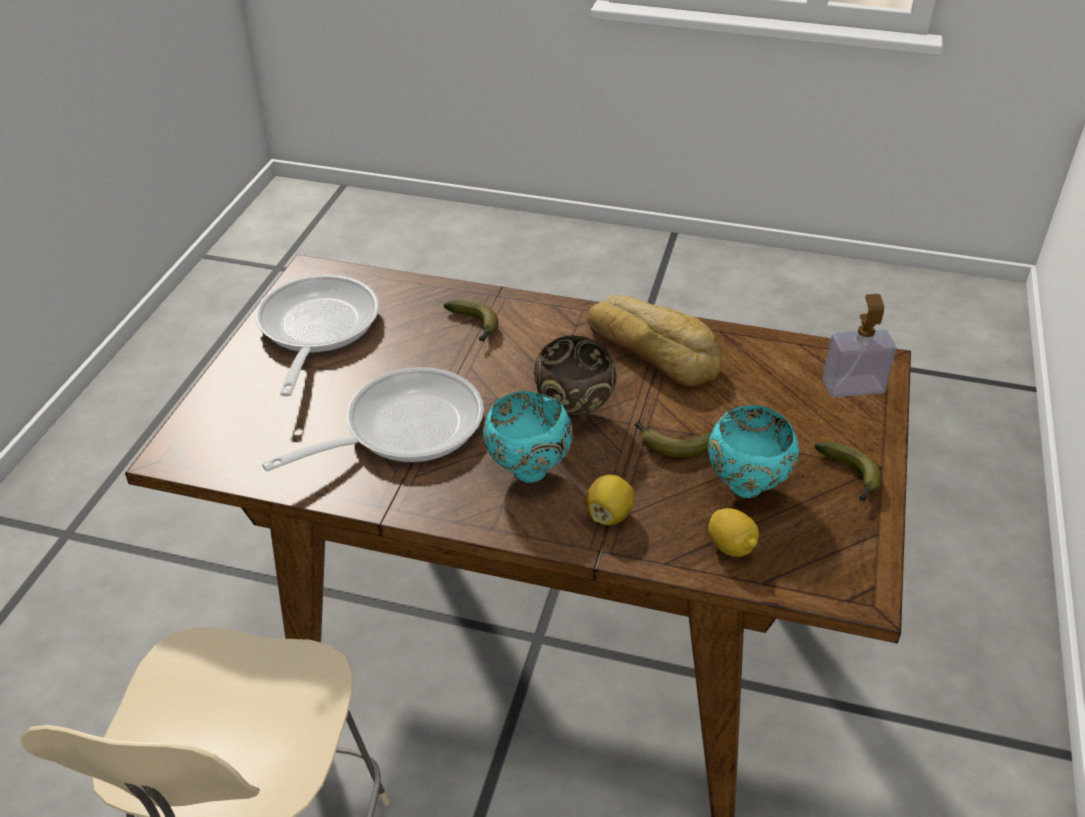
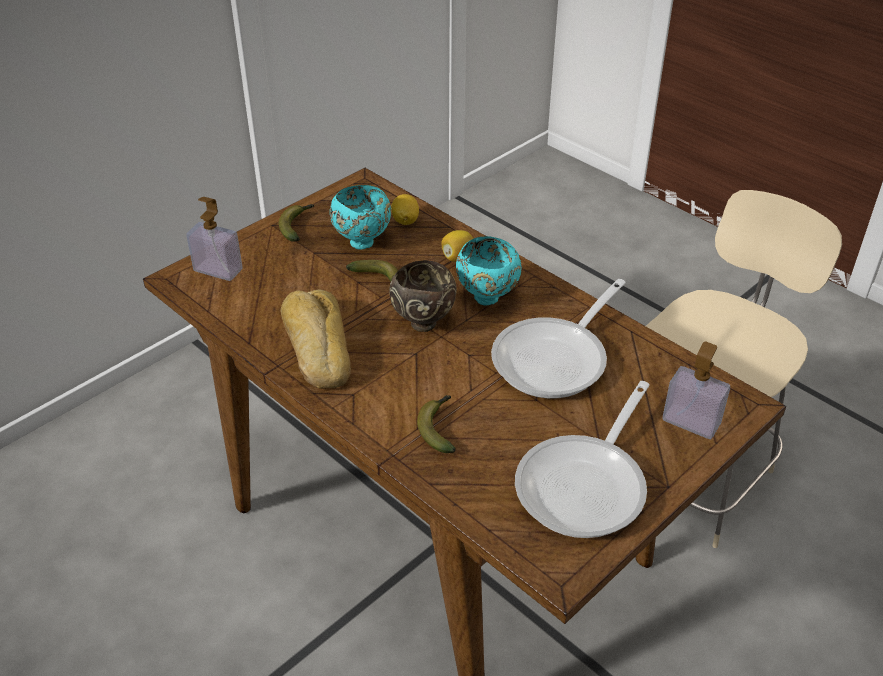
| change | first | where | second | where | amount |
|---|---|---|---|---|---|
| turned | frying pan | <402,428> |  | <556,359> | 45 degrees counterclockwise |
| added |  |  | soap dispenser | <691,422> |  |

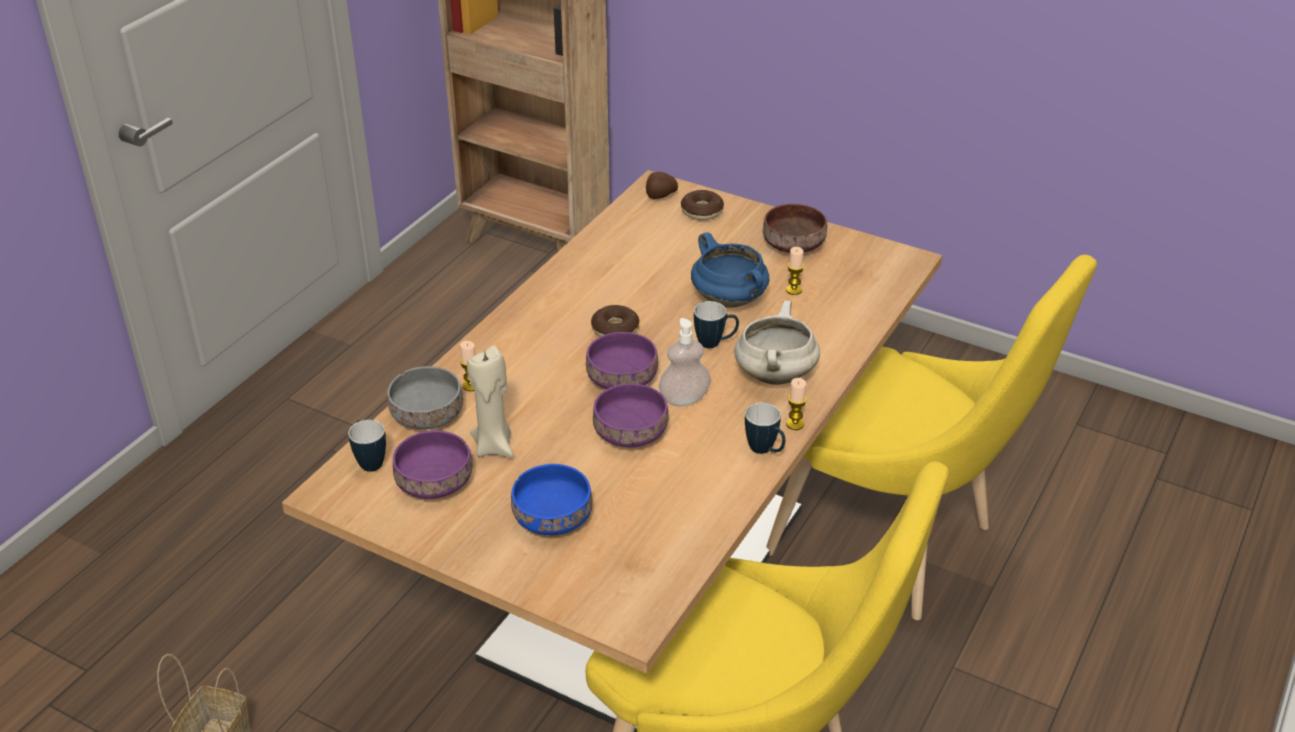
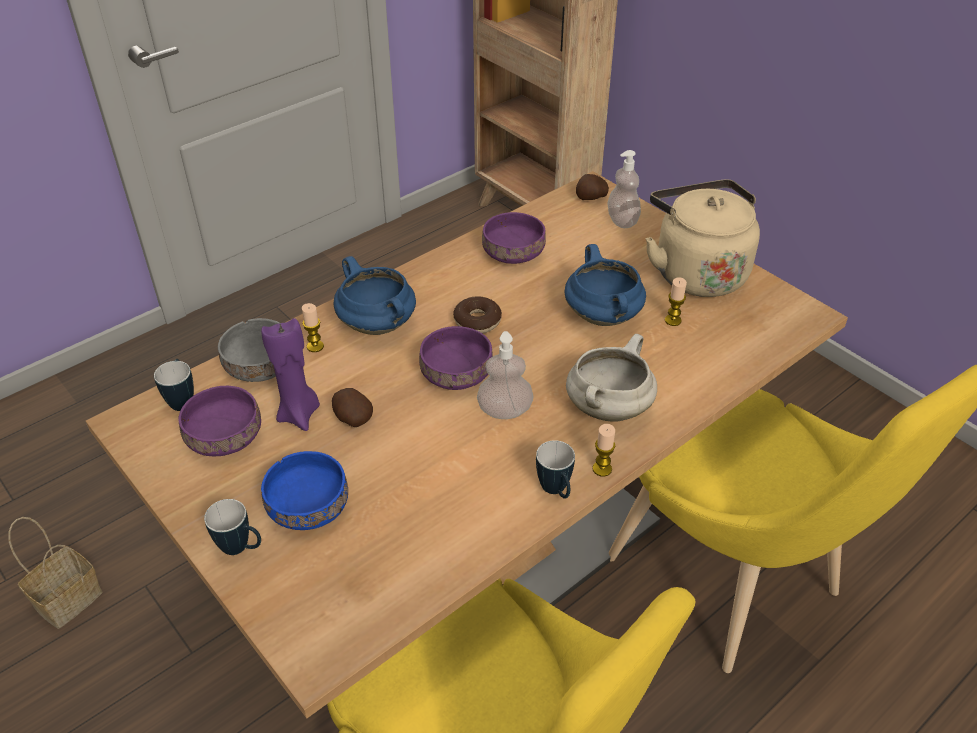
| change | first | where | second | where | amount |
|---|---|---|---|---|---|
| moved | mug | <715,343> |  | <241,548> |  |
| recoloured | candle/beige | <494,446> | candle/purple | <299,414> |  |
| added |  |  | potato | <352,418> |  |
| added |  |  | cooking pot/blue | <379,325> |  |
| moved | bowl/purple | <629,431> |  | <513,252> |  |
| replaced | donut | <702,211> | soap dispenser | <622,221> |  |
| replaced | bowl/brown | <793,243> | kettle/beige | <696,272> |  |

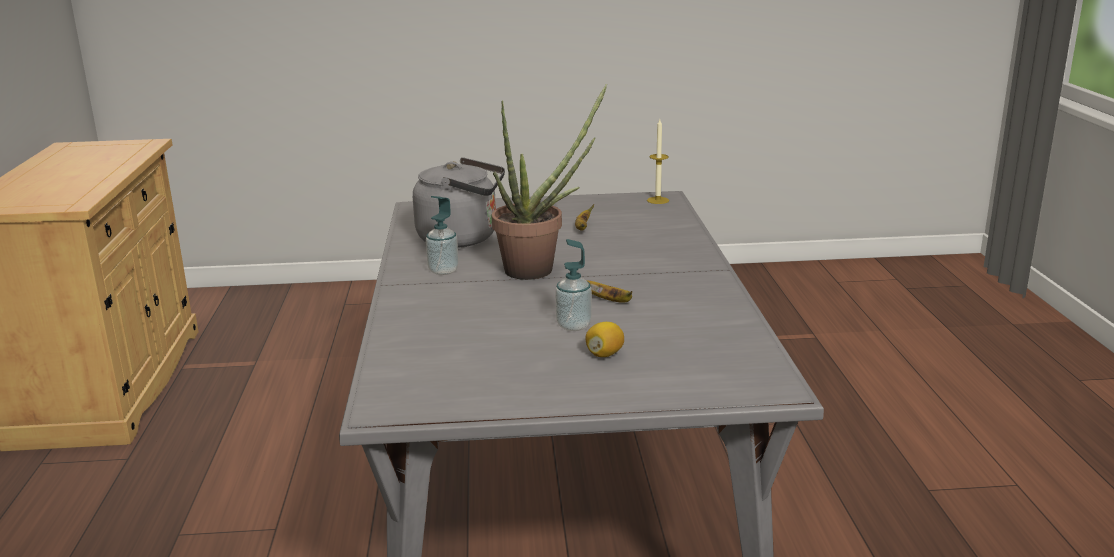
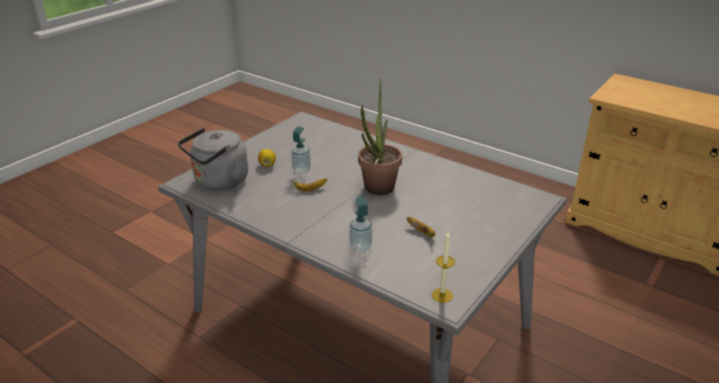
| change | first | where | second | where | amount |
|---|---|---|---|---|---|
| moved | kettle/grey | <463,238> |  | <218,182> |  |
| moved | soap dispenser | <443,271> |  | <360,247> |  |

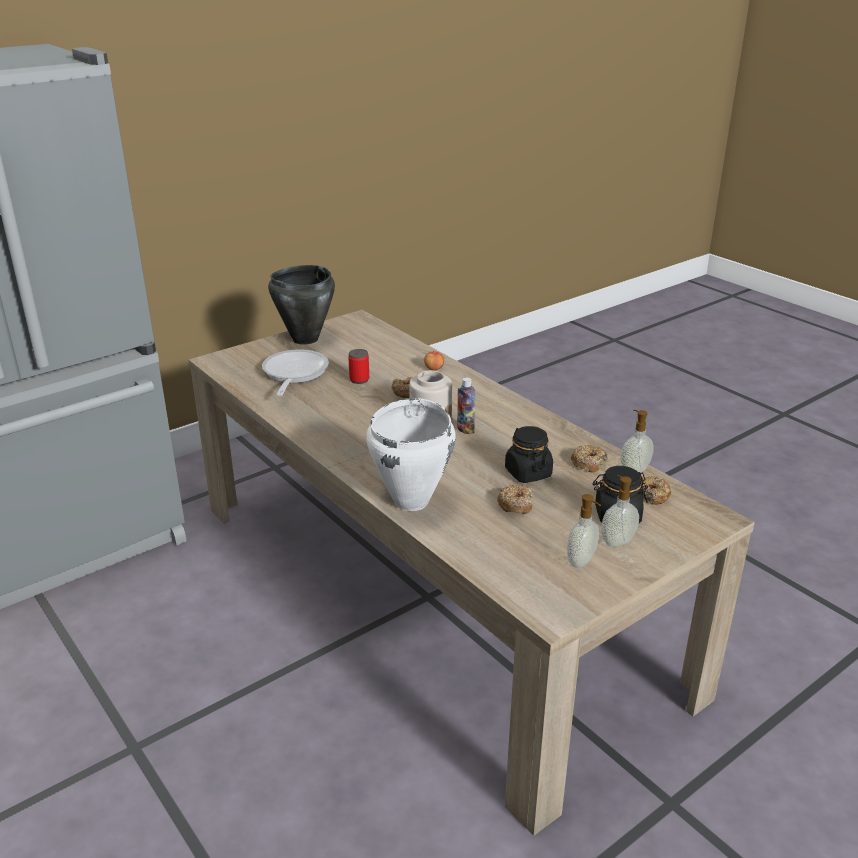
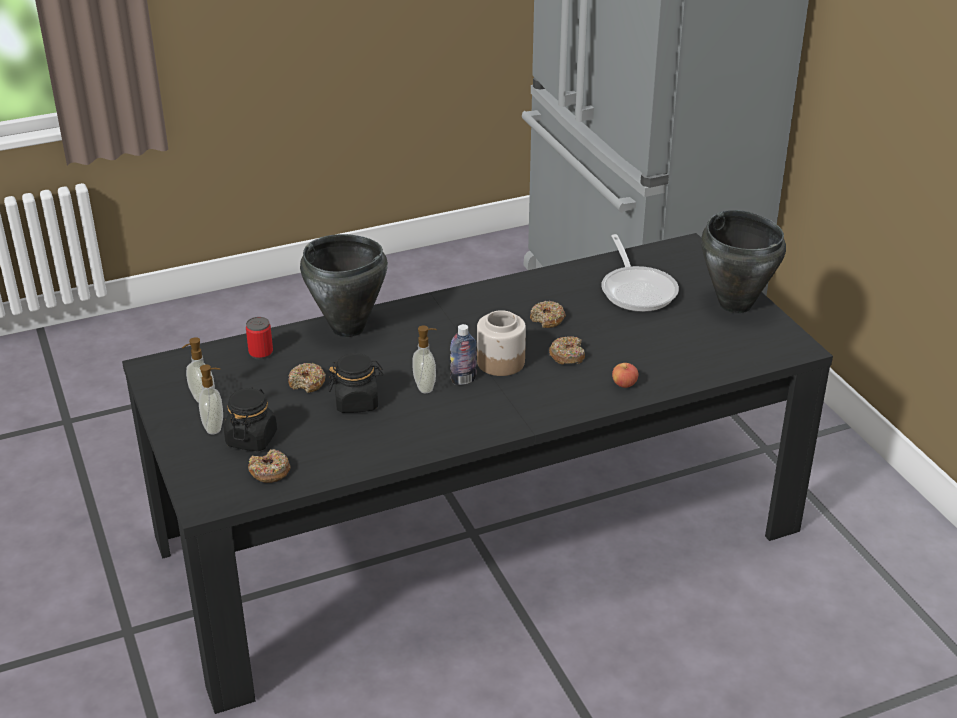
| change | first | where | second | where | amount |
|---|---|---|---|---|---|
| recoloured | dining table/beige | <429,593> | dining table/black | <478,534> |  |
| moved | can | <359,379> |  | <261,353> |  |
| recoloured | cooking pot/white | <412,501> | cooking pot/black | <348,328> |  |
| moved | soap dispenser | <634,470> |  | <425,386> |  |
| moved | donut | <588,463> |  | <547,319> |  |
| turned | frying pan | <294,374> |  | <637,290> | 60 degrees clockwise |

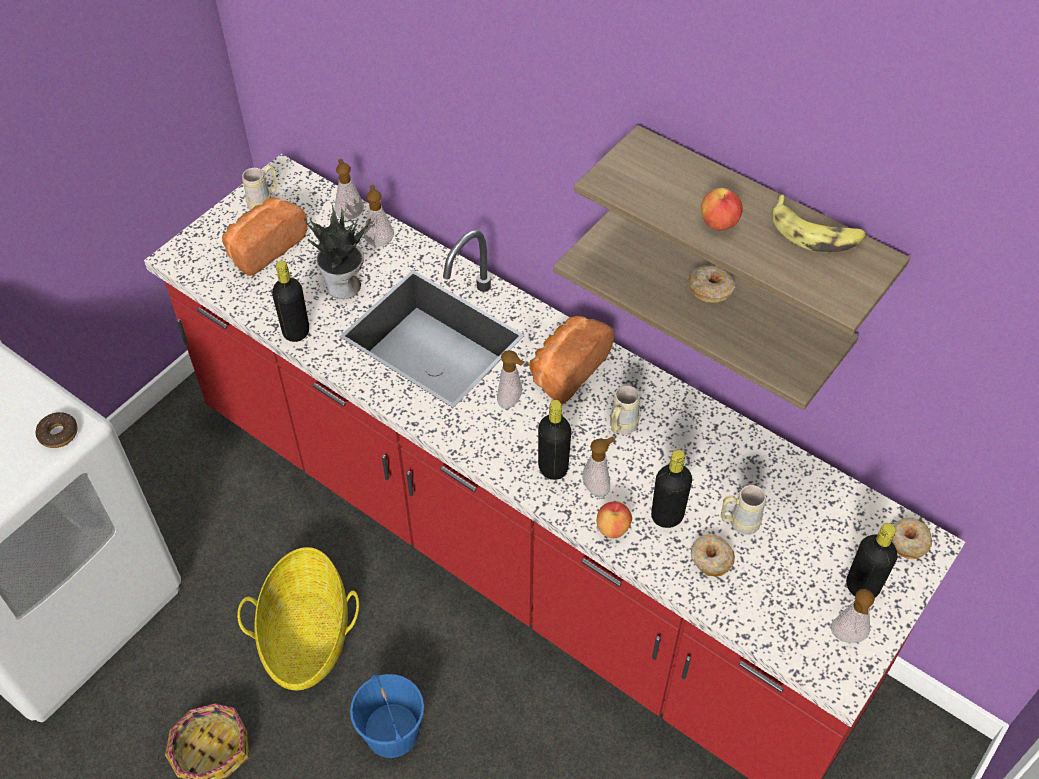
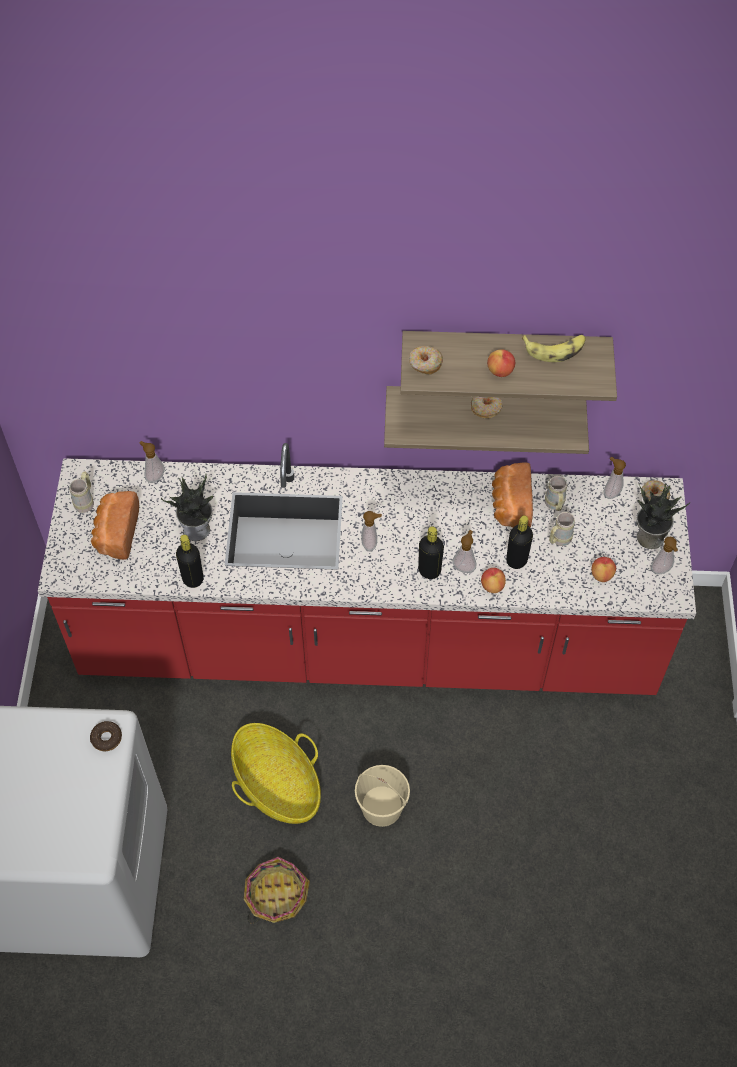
| change | first | where | second | where | amount |
|---|---|---|---|---|---|
| recoloured | bucket/blue | <391,731> | bucket/beige | <381,807> |  |
| moved | donut | <710,559> |  | <425,364> |  |
| moved | bread | <566,369> |  | <510,505> |  |
| moved | mug/beige | <621,427> |  | <555,505> |  |
| added |  |  | apple | <601,575> |  |
| moved | soap dispenser | <379,240> |  | <610,492> |  |
| replaced | bottle/black | <862,587> | potted plant | <648,537> |  |

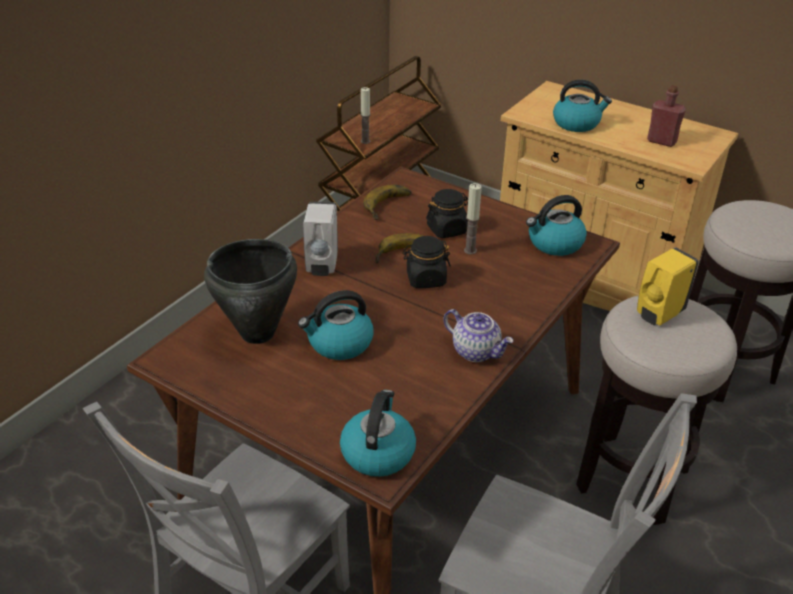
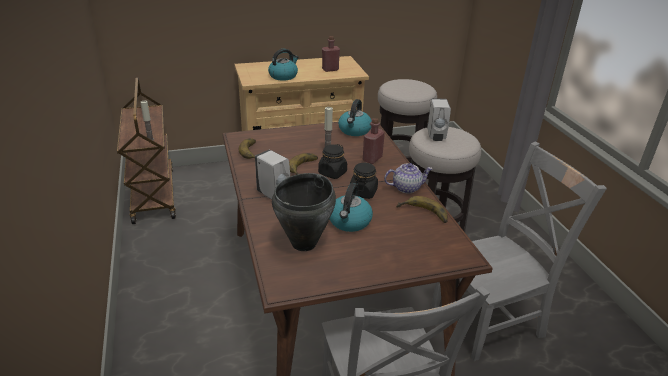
| change | first | where | second | where | amount |
|---|---|---|---|---|---|
| moved | jar/black | <447,229> |  | <363,192> |  |
| added |  |  | bottle/red | <372,159> |  |
| added |  |  | banana | <422,214> |  |
| recoloured | soap dispenser/yellow | <658,315> | soap dispenser/white | <436,136> |  |
| removed | kettle | <377,452> |  |  |  |

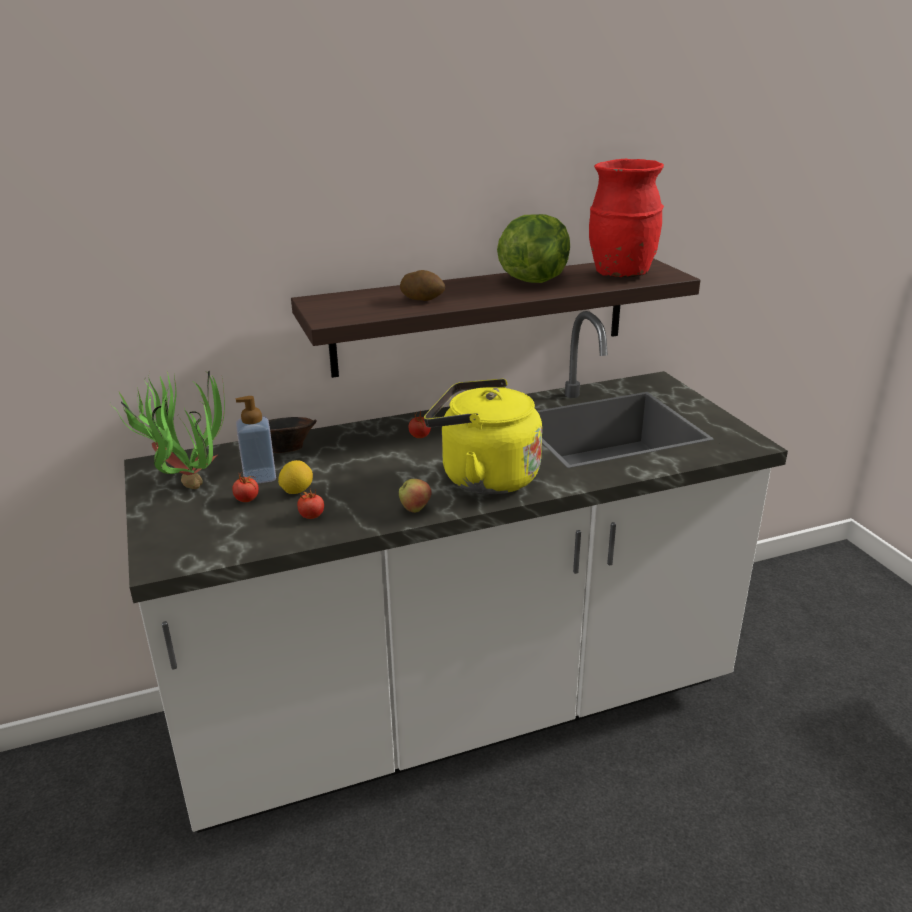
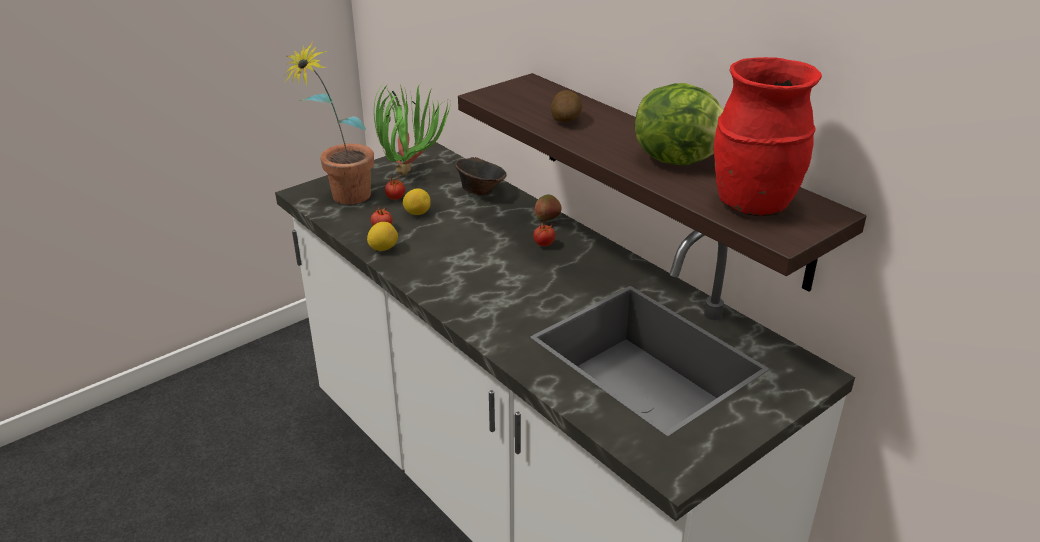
| change | first | where | second | where | amount |
|---|---|---|---|---|---|
| added |  |  | potted plant | <342,200> |  |
| added |  |  | lemon | <383,248> |  |
| moved | apple | <415,509> |  | <547,220> |  |
| removed | soap dispenser | <259,476> |  |  |  |
| removed | kettle/yellow | <483,477> |  |  |  |

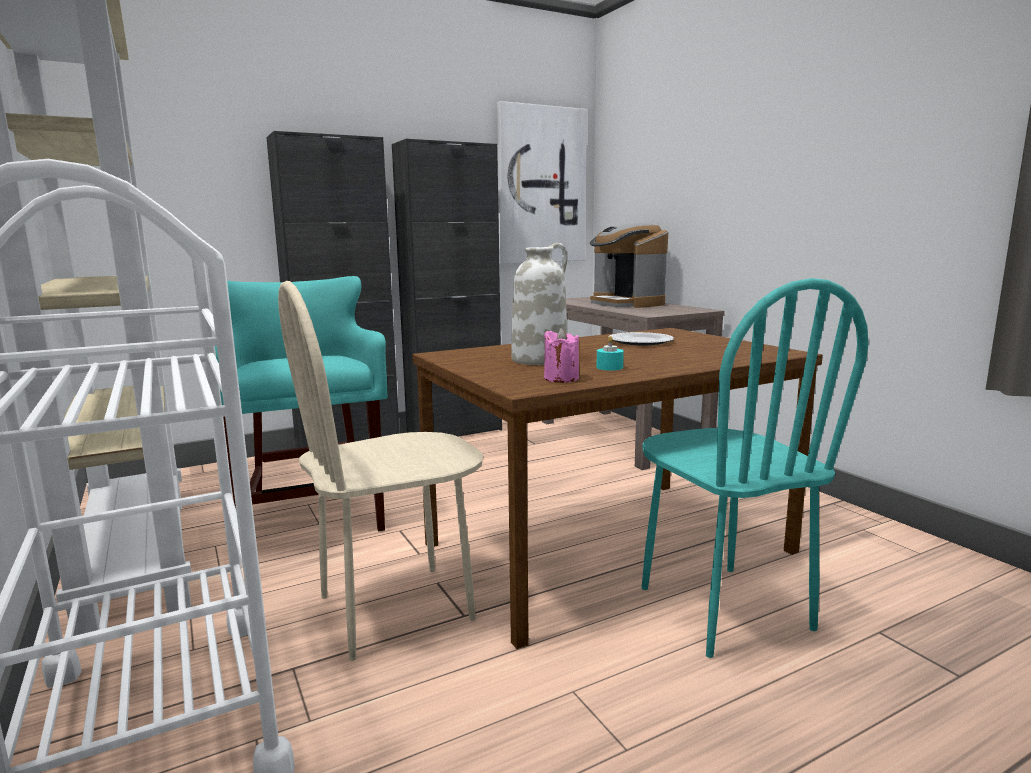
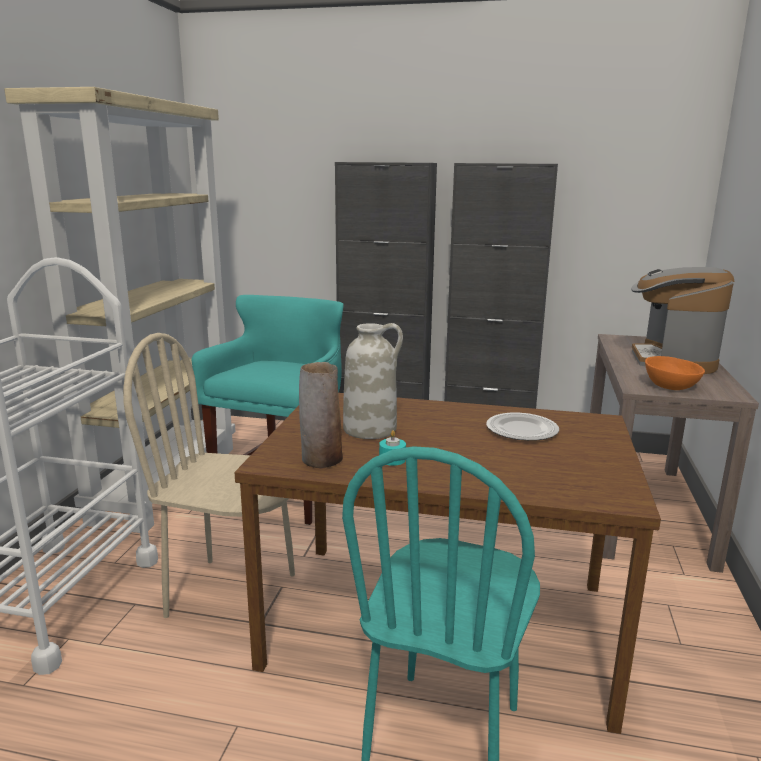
| change | first | where | second | where | amount |
|---|---|---|---|---|---|
| replaced | candle/pink | <561,378> | vase | <321,460> |  |
| added |  |  | bowl/orange | <670,386> |  |
| removed | picture | <541,186> |  |  |  |

